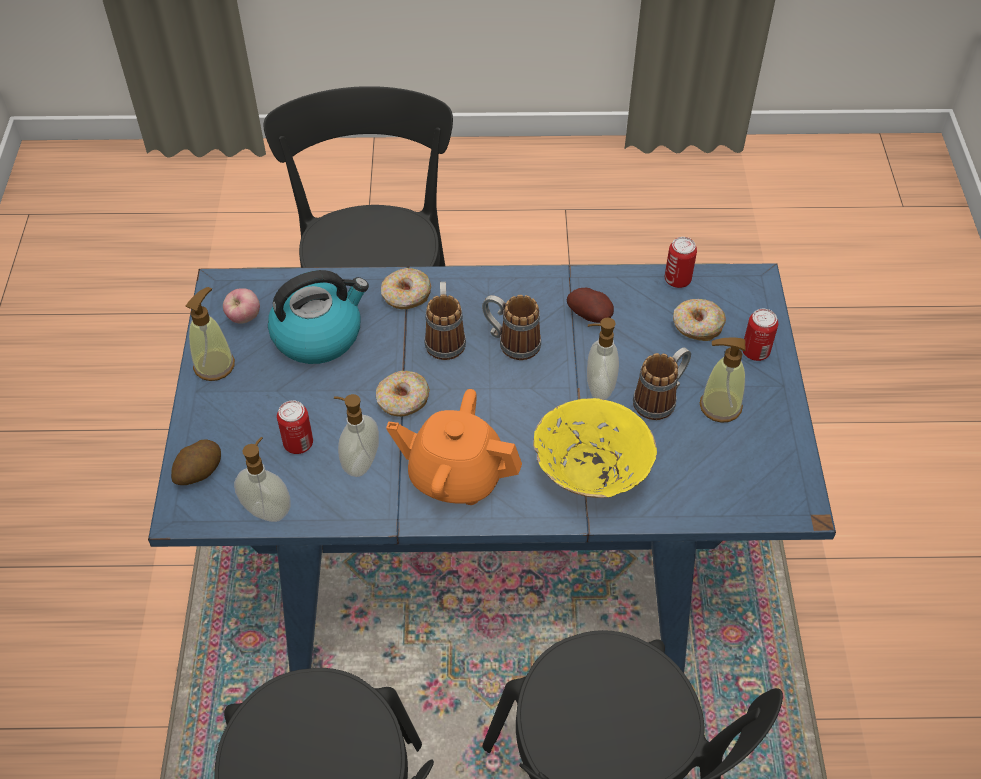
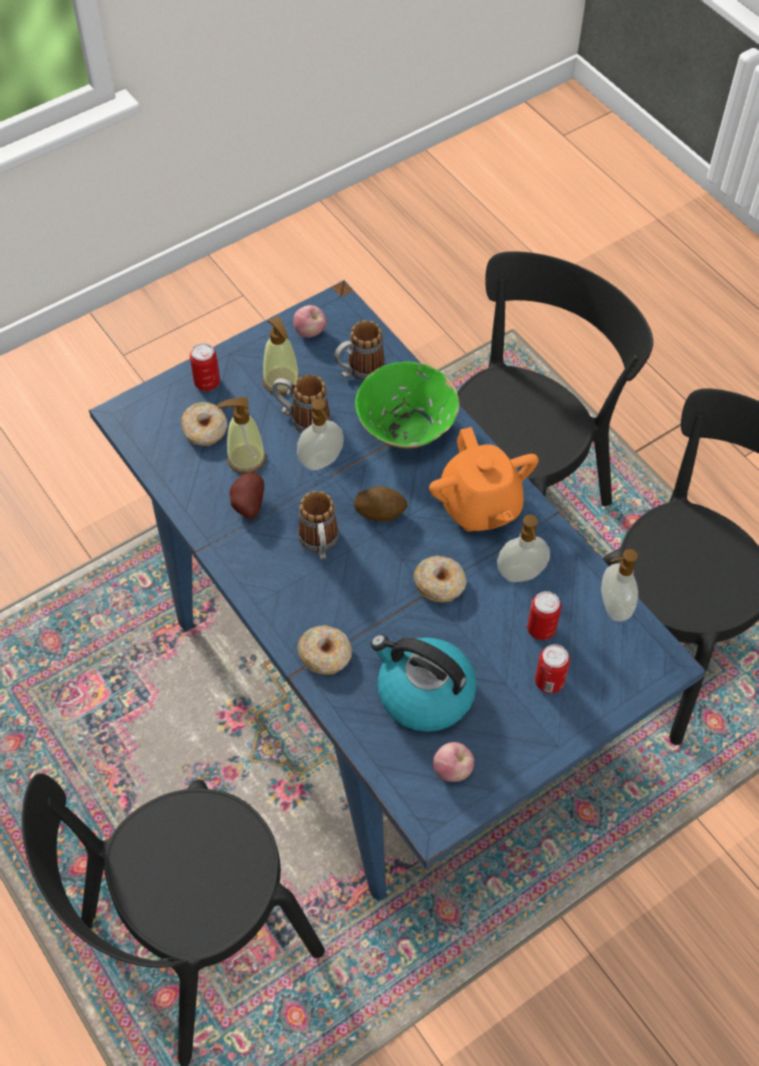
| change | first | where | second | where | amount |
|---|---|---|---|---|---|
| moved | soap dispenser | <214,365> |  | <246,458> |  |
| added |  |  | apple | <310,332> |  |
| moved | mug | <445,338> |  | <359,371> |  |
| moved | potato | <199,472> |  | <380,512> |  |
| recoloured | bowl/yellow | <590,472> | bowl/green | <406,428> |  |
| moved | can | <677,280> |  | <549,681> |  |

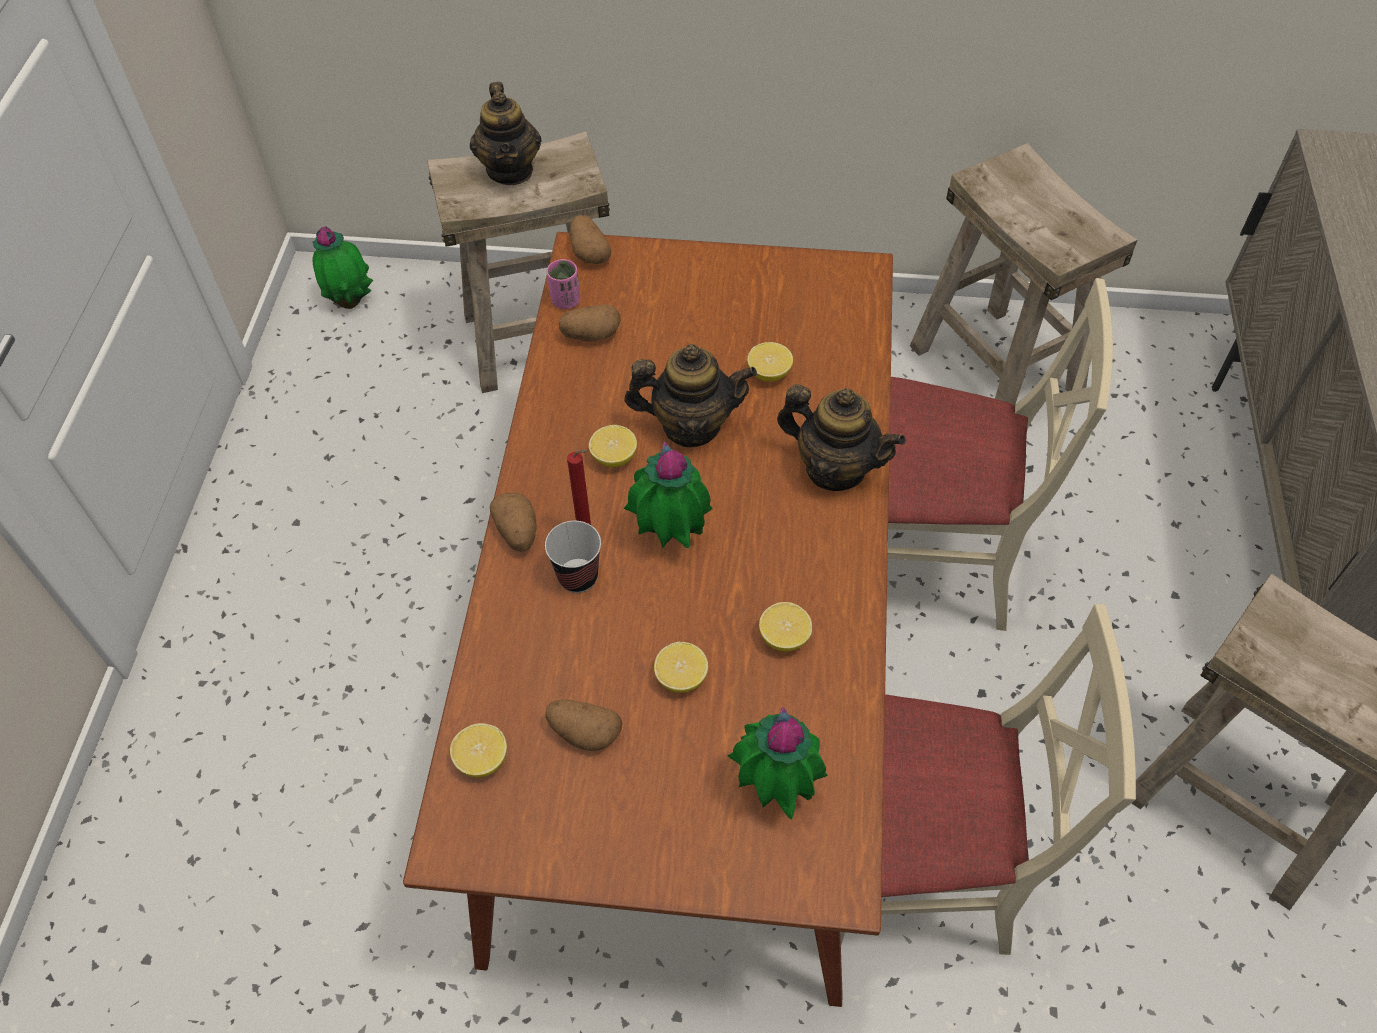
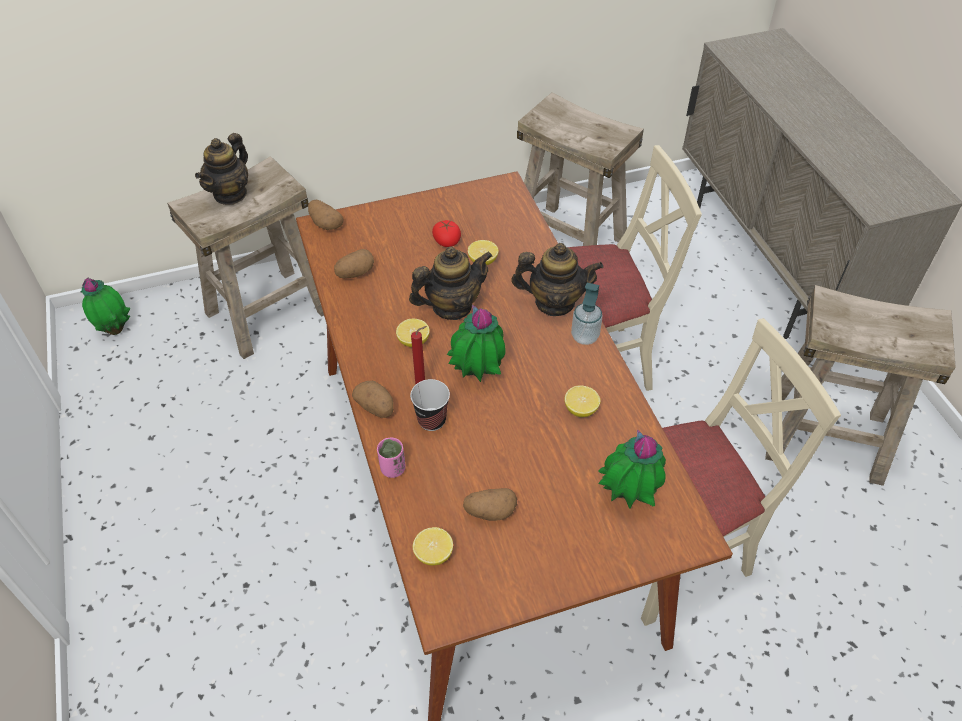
| change | first | where | second | where | amount |
|---|---|---|---|---|---|
| turned | teapot | <510,170> |  | <230,194> | 60 degrees clockwise |
| moved | cup/pink | <565,301> |  | <392,468> |  |
| added |  |  | tomato | <447,241> |  |
| added |  |  | soap dispenser | <584,336> |  |
| removed | lemon | <681,677> |  |  |  |

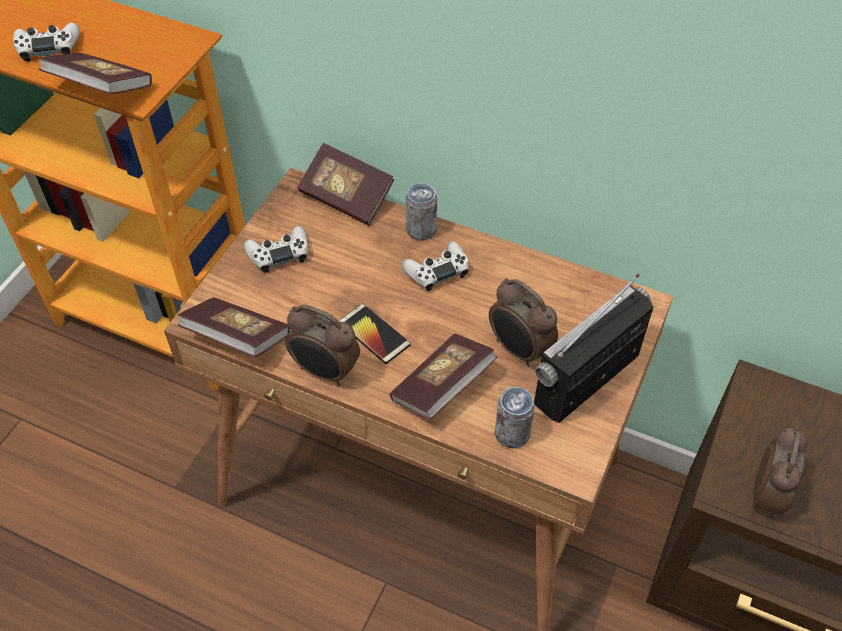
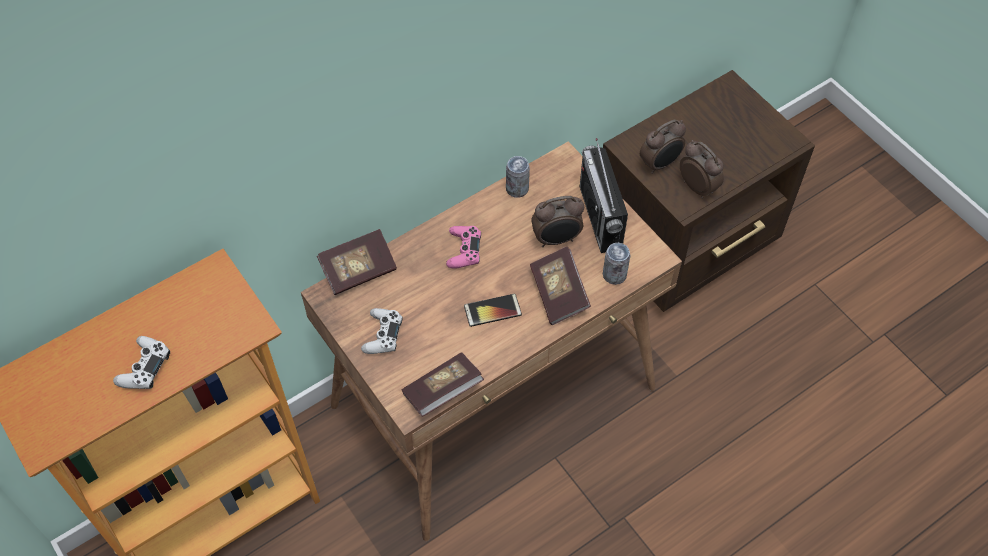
| change | first | where | second | where | amount |
|---|---|---|---|---|---|
| recoloured | game controller/white | <437,271> | game controller/pink | <464,250> |  |
| moved | can | <421,230> |  | <517,189> |  |
| moved | alarm clock | <325,371> |  | <660,164> |  |
| removed | book | <101,89> |  |  |  |

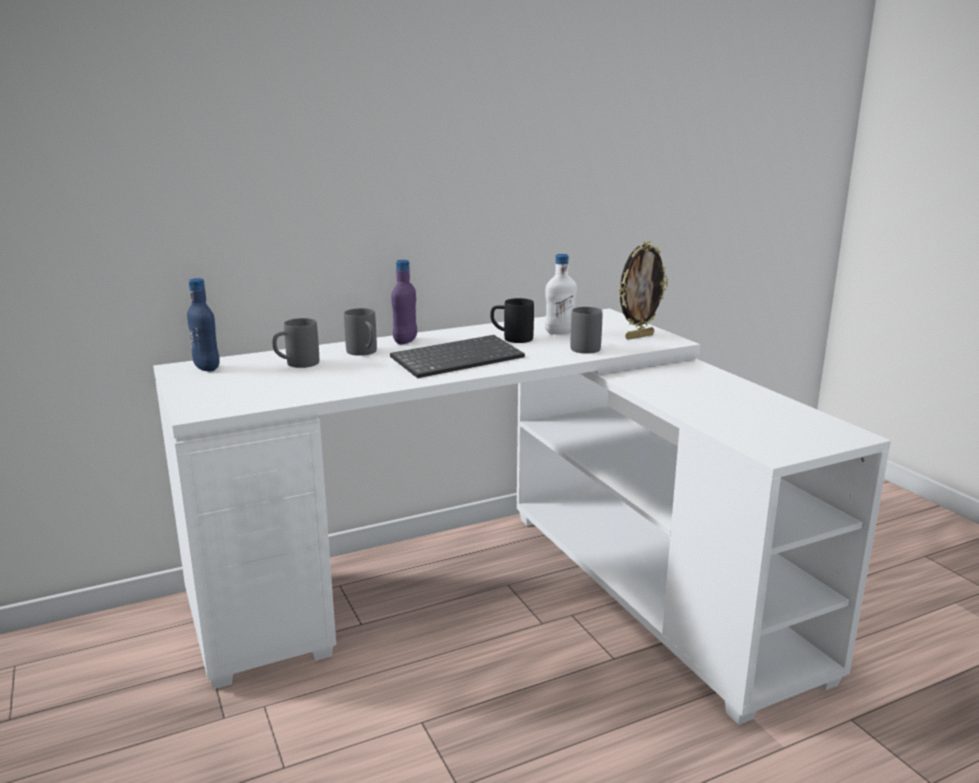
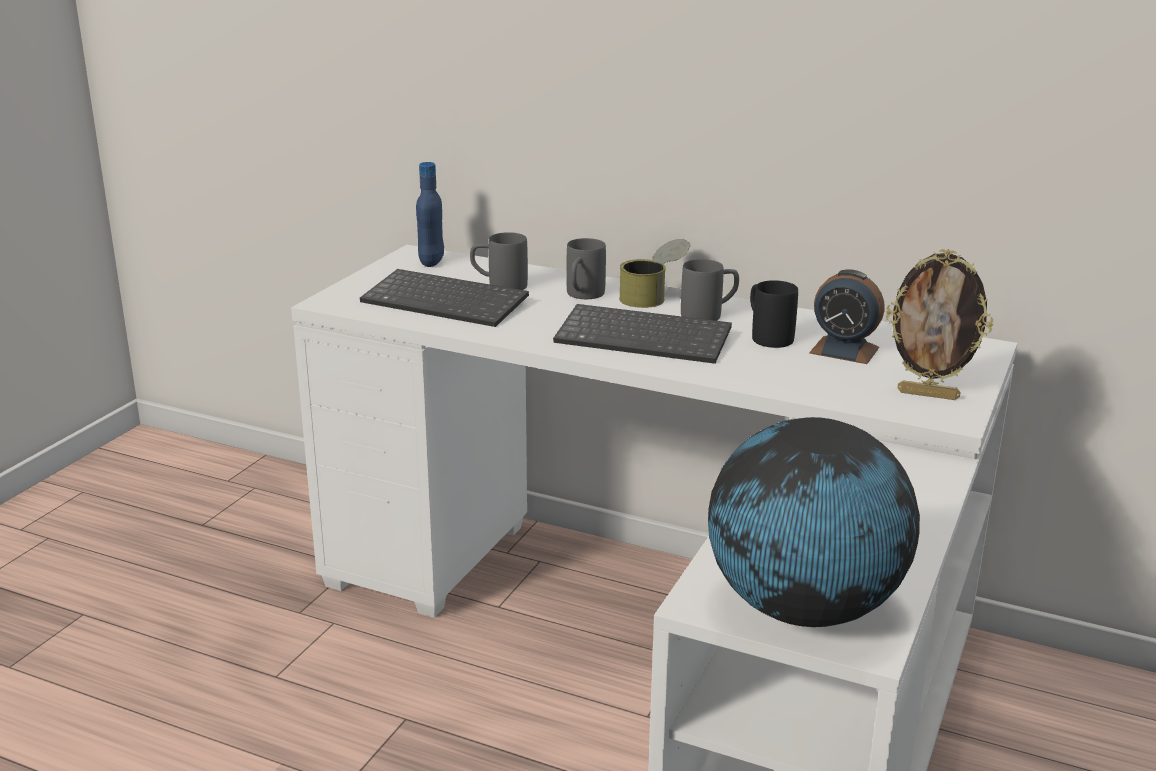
| change | first | where | second | where | amount |
|---|---|---|---|---|---|
| added |  |  | keyboard | <448,301> |  |
| replaced | bottle/purple | <405,341> | can | <653,297> |  |
| moved | mug/grey | <587,347> |  | <709,315> |  |
| added |  |  | globe | <802,609> |  |
| replaced | bottle/white | <559,332> | alarm clock | <844,350> |  |

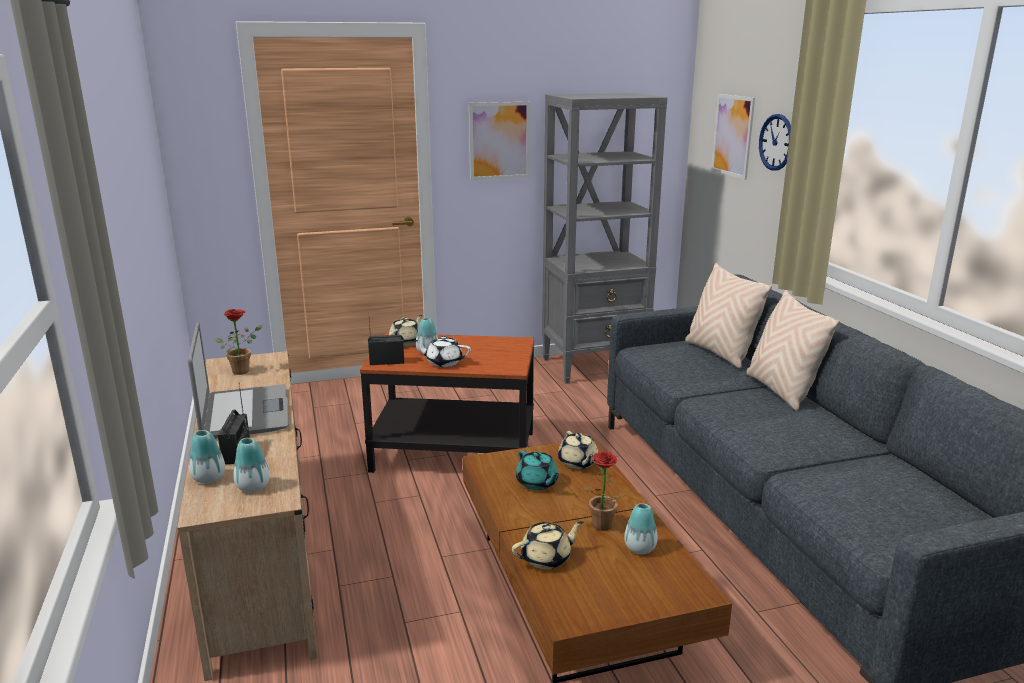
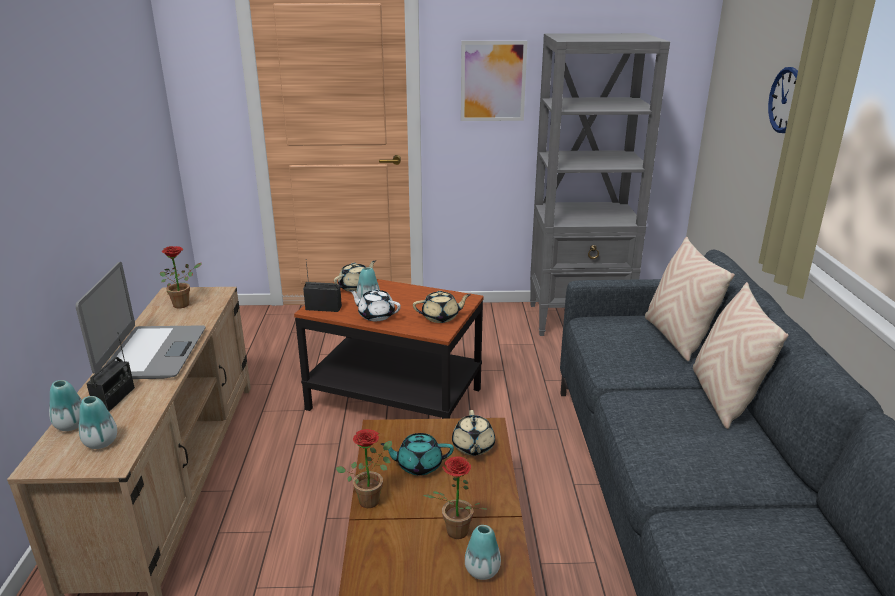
| change | first | where | second | where | amount |
|---|---|---|---|---|---|
| added |  |  | potted plant | <371,498> |  |
| turned | teapot/turquoise | <537,483> |  | <418,465> | 105 degrees clockwise |
| moved | teapot/beige | <547,558> |  | <441,317> |  |
| removed | picture | <733,135> |  |  |  |

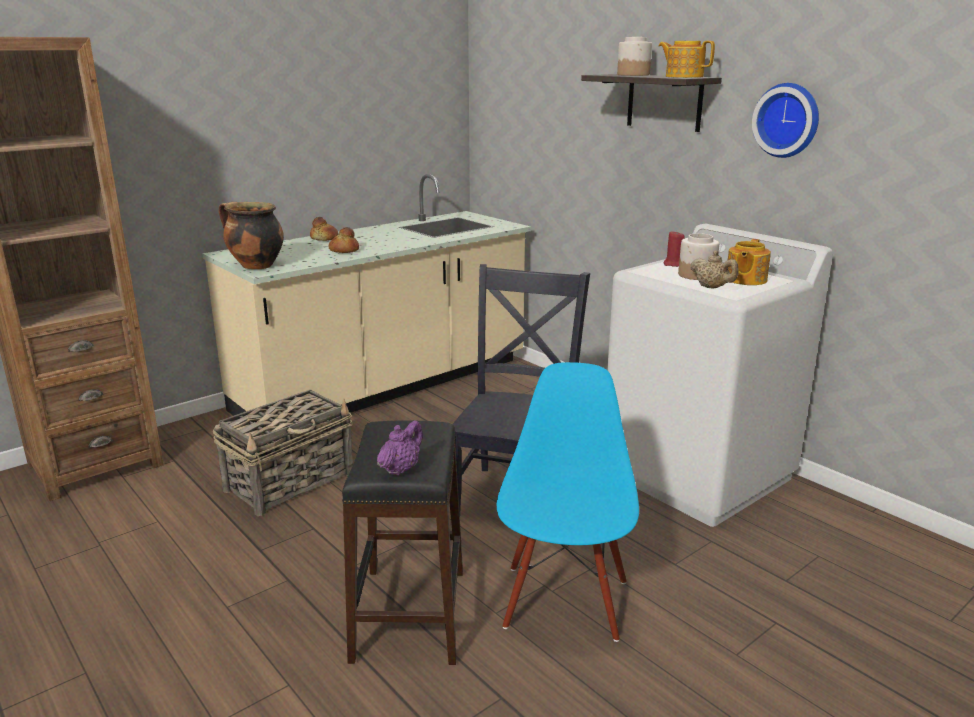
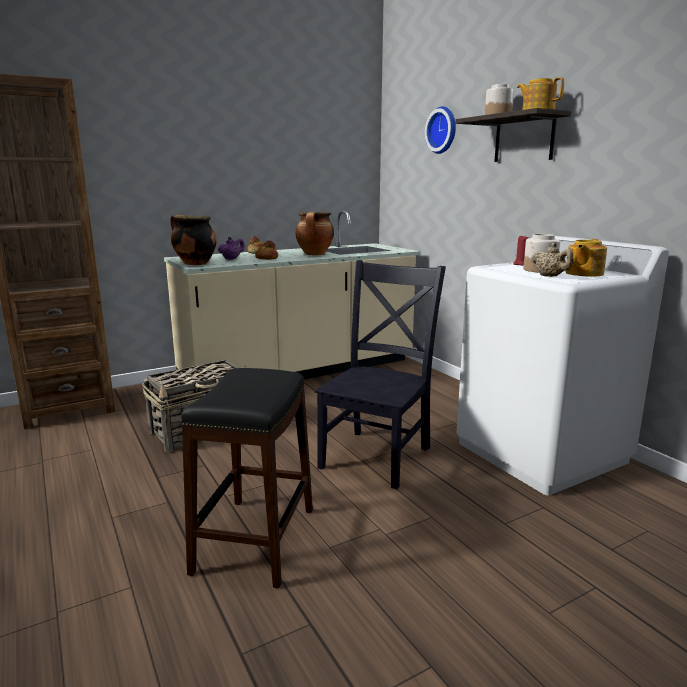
| change | first | where | second | where | amount |
|---|---|---|---|---|---|
| moved | teapot/purple | <400,469> |  | <231,259> |  |
| added |  |  | cooking pot | <315,254> |  |
| moved | wall clock | <788,120> |  | <443,130> |  |
| removed | chair/blue | <564,602> |  |  |  |

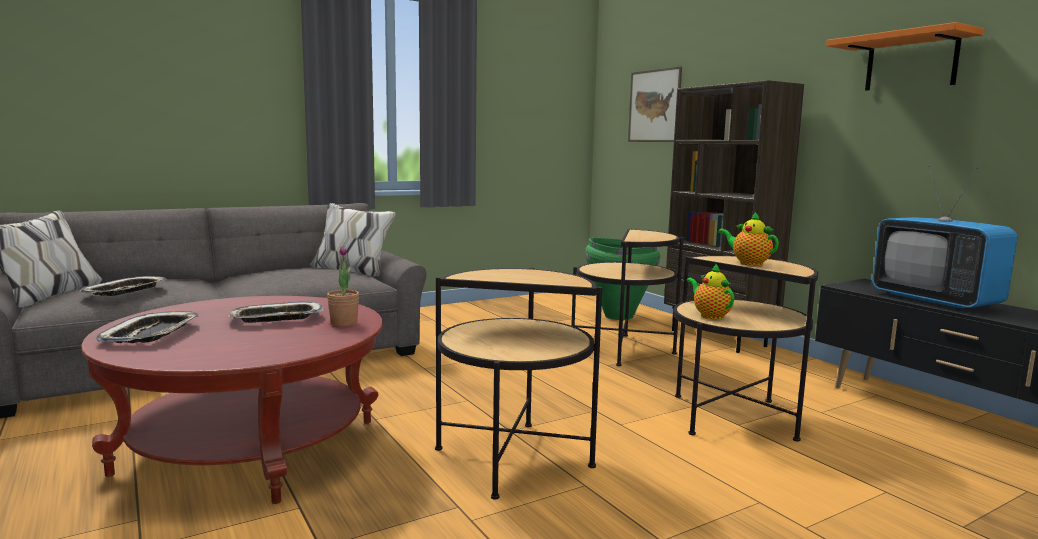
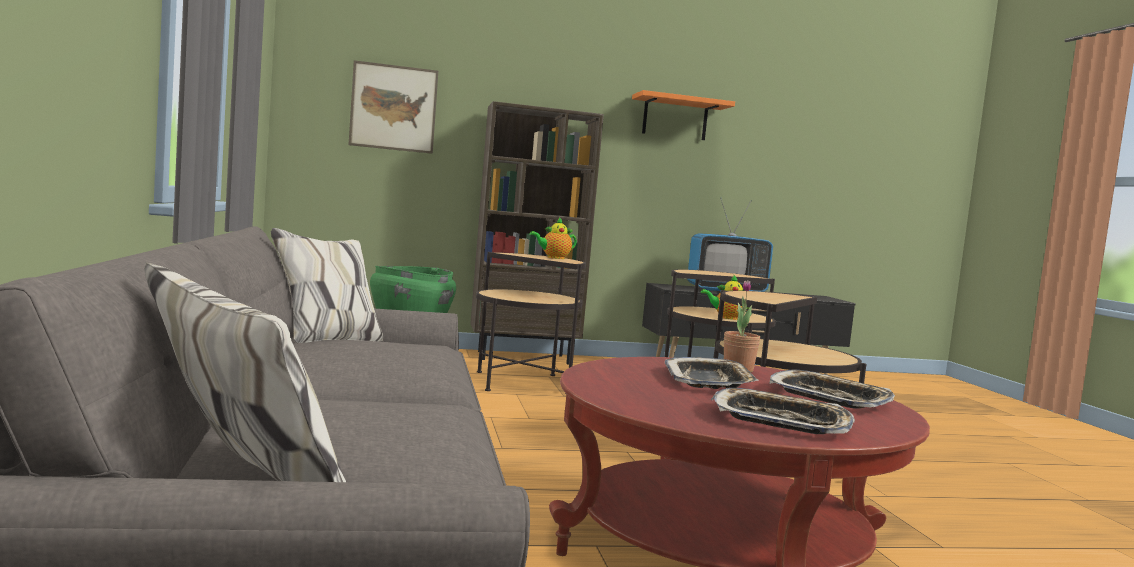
| change | first | where | second | where | amount |
|---|---|---|---|---|---|
| moved | teapot | <748,263> |  | <553,258> |  |
| moved | tray | <125,291> |  | <829,398> |  |

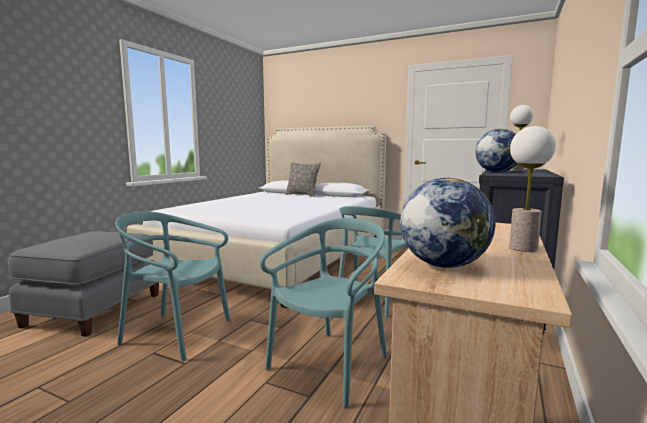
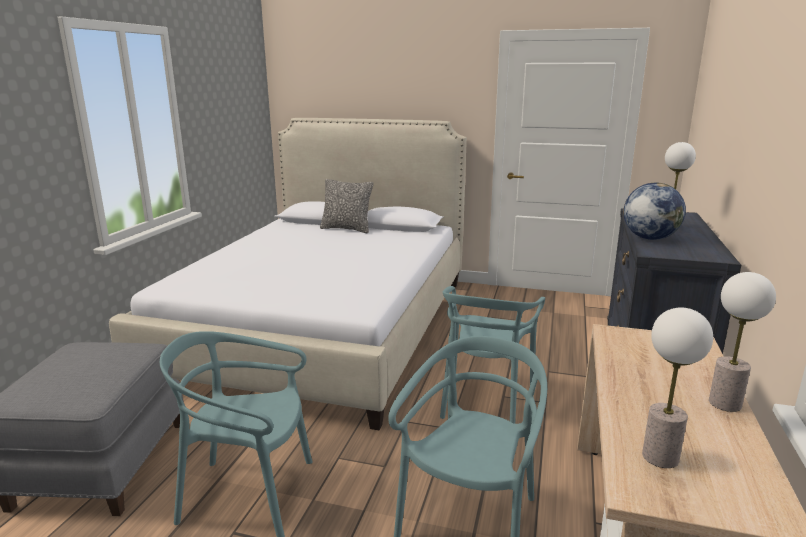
| change | first | where | second | where | amount |
|---|---|---|---|---|---|
| replaced | globe | <443,265> | table lamp | <660,457> |  |

